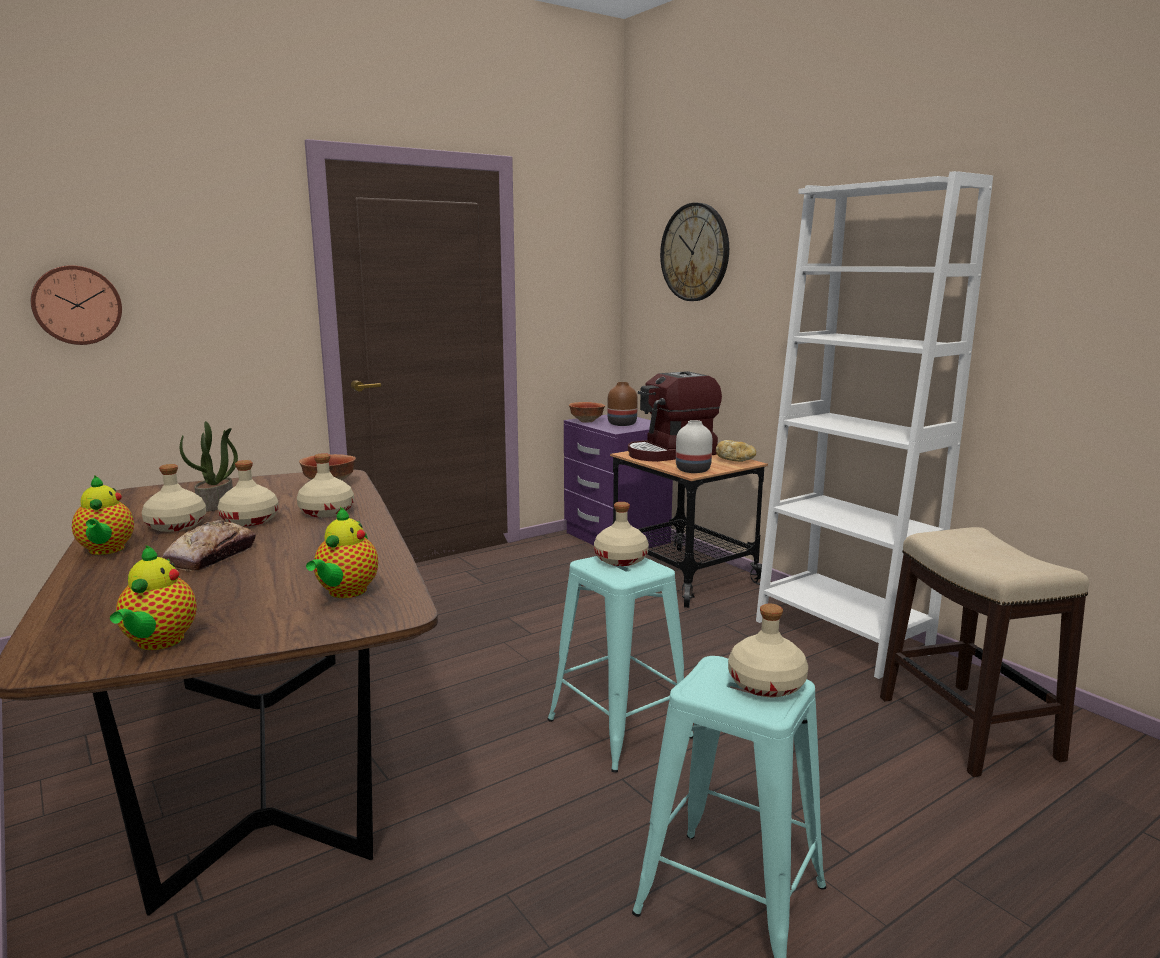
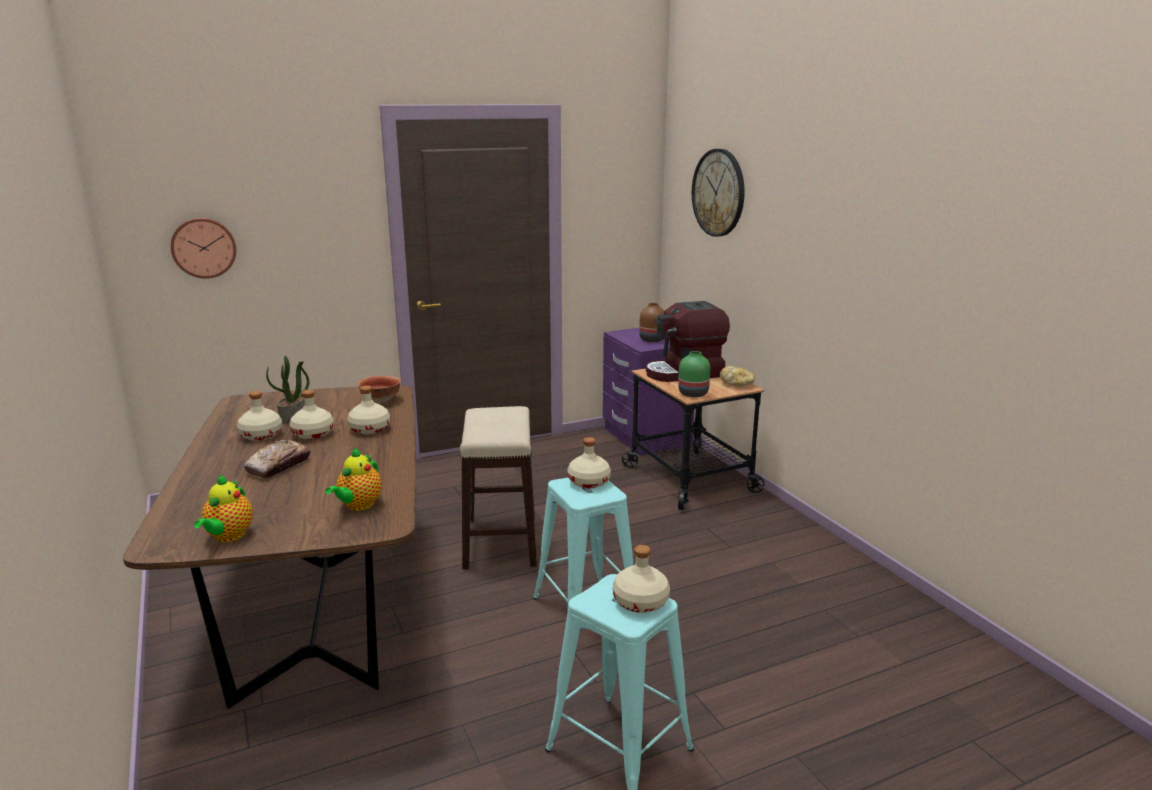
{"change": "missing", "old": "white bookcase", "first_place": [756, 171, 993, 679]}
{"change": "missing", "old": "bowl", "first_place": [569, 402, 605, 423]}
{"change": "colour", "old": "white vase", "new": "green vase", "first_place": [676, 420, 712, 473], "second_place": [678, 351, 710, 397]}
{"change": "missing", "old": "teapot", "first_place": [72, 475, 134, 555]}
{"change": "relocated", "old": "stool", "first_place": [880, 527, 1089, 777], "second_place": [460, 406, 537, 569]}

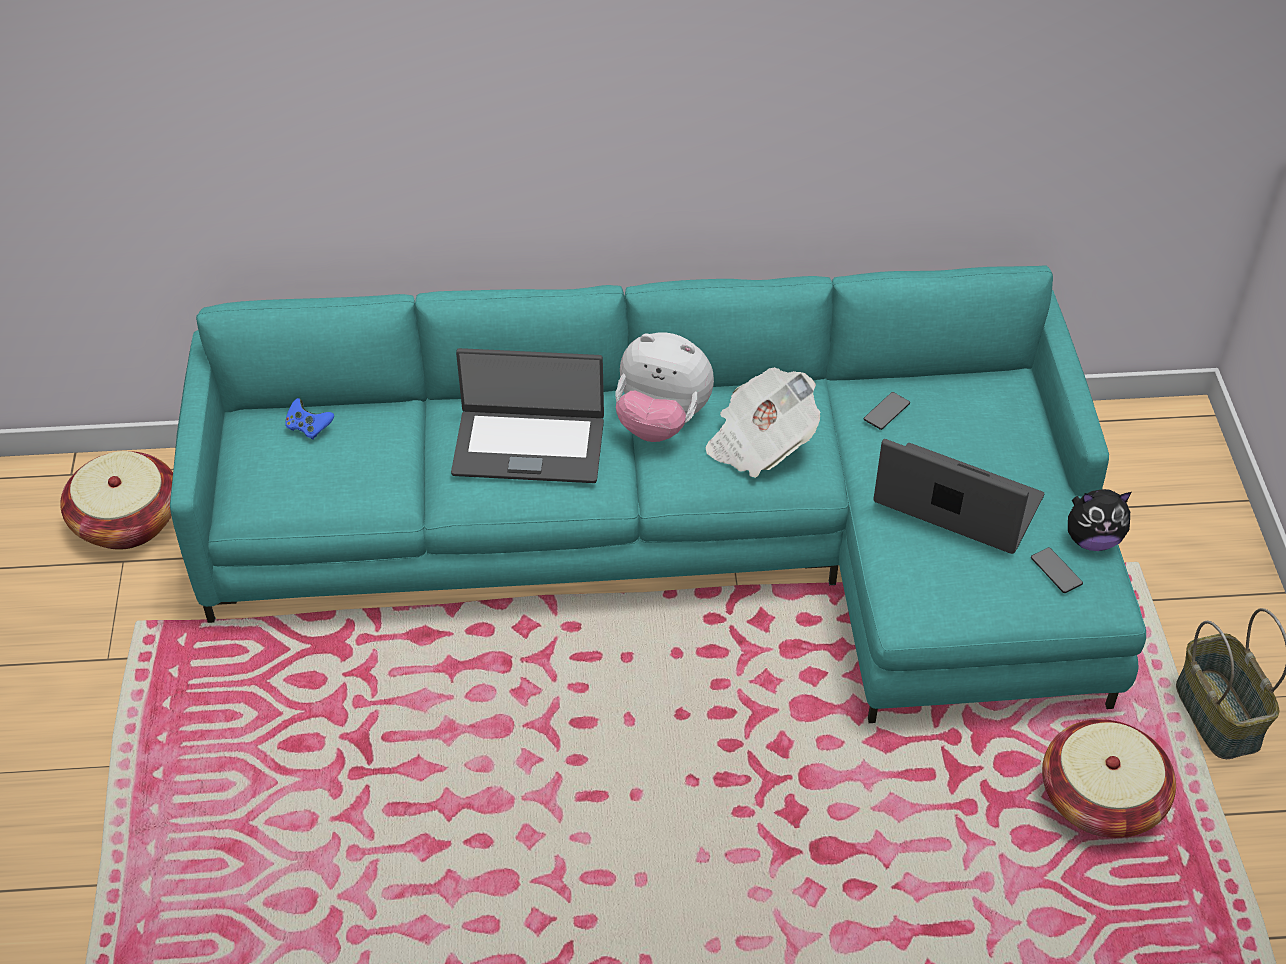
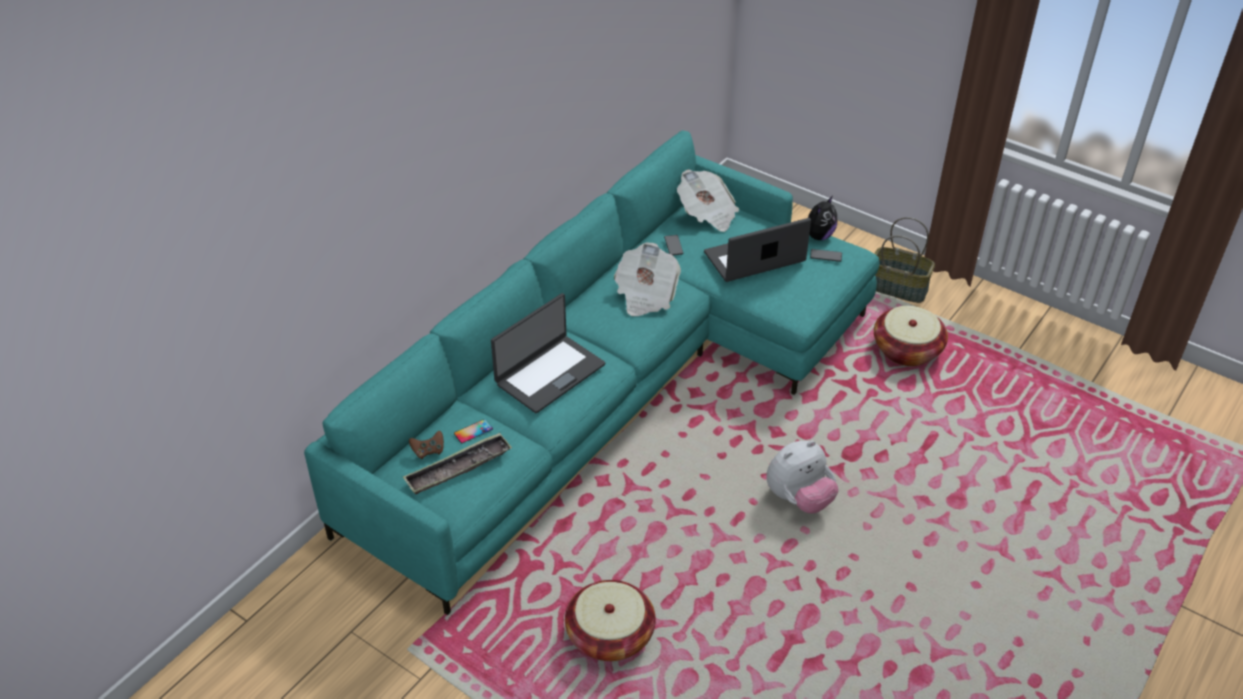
{"change": "relocated", "old": "plush toy", "first_place": [616, 333, 714, 442], "second_place": [766, 440, 839, 514]}
{"change": "colour", "old": "blue game controller", "new": "brown game controller", "first_place": [285, 398, 334, 440], "second_place": [409, 431, 444, 459]}
{"change": "relocated", "old": "basket", "first_place": [60, 451, 173, 550], "second_place": [565, 580, 656, 661]}
{"change": "appeared", "new": "newspaper", "second_place": [677, 170, 739, 232]}
{"change": "appeared", "new": "phone", "second_place": [454, 419, 493, 443]}
{"change": "appeared", "new": "tray", "second_place": [403, 432, 512, 494]}

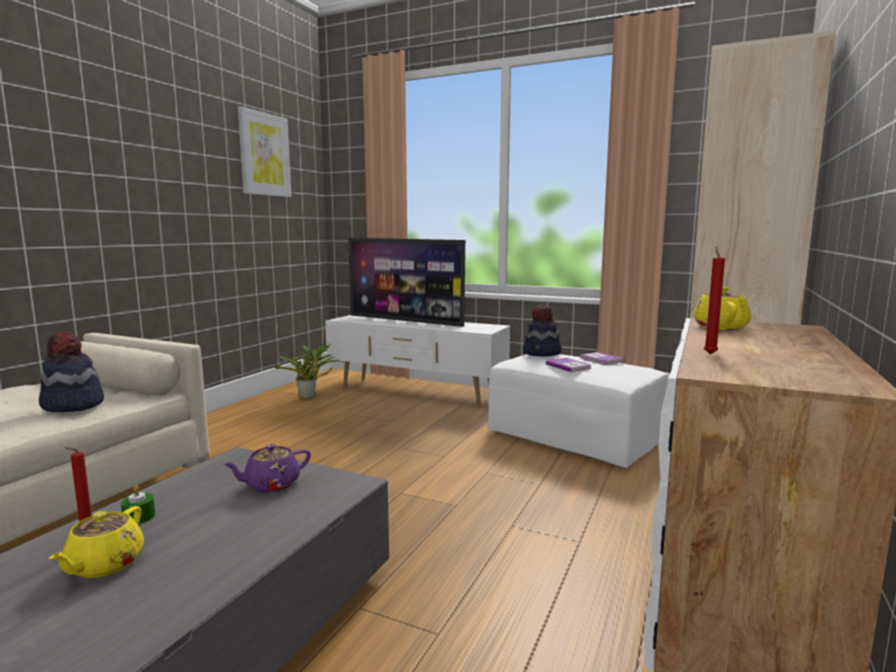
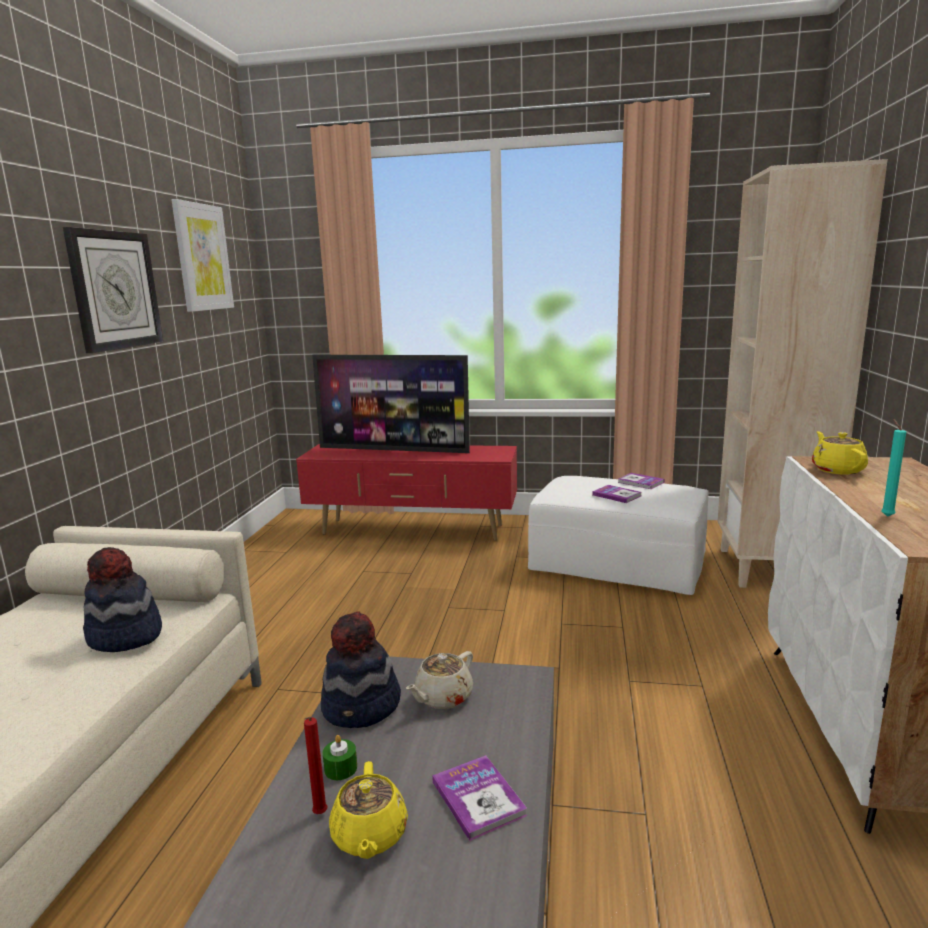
{"change": "colour", "old": "red candle", "new": "turquoise candle", "first_place": [704, 247, 725, 355], "second_place": [881, 419, 906, 517]}
{"change": "relocated", "old": "hat", "first_place": [523, 304, 562, 356], "second_place": [321, 611, 401, 728]}
{"change": "colour", "old": "white tv stand", "new": "red tv stand", "first_place": [325, 315, 510, 407], "second_place": [296, 444, 517, 541]}
{"change": "missing", "old": "potted plant", "first_place": [275, 343, 344, 399]}
{"change": "colour", "old": "purple teapot", "new": "beige teapot", "first_place": [223, 444, 311, 493], "second_place": [406, 651, 473, 709]}
{"change": "appeared", "new": "wall clock", "second_place": [63, 227, 163, 353]}
{"change": "appeared", "new": "book", "second_place": [432, 755, 527, 841]}

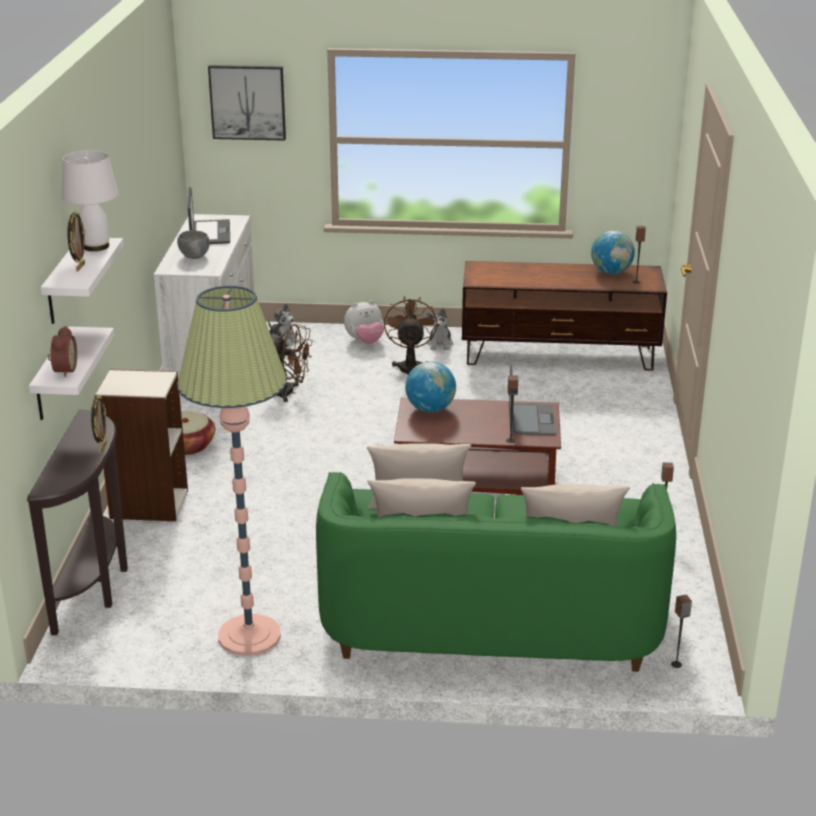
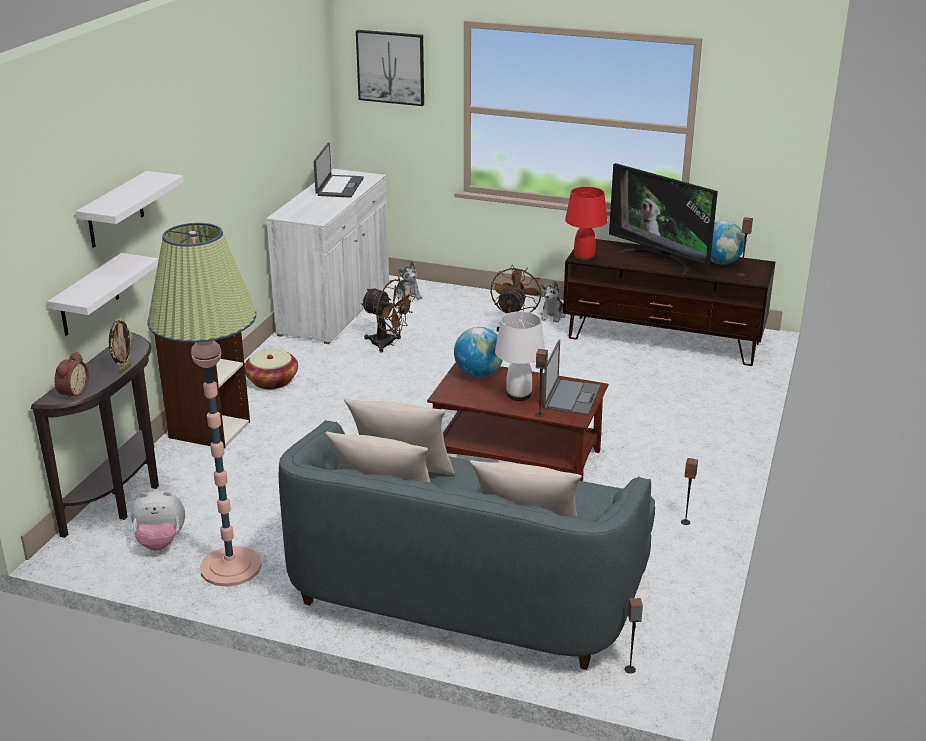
{"change": "relocated", "old": "white table lamp", "first_place": [62, 150, 118, 251], "second_place": [495, 311, 545, 401]}
{"change": "missing", "old": "picture frame", "first_place": [67, 211, 85, 272]}
{"change": "missing", "old": "grey bowl", "first_place": [177, 230, 210, 259]}
{"change": "relocated", "old": "plush toy", "first_place": [344, 300, 384, 344], "second_place": [131, 491, 185, 551]}
{"change": "relocated", "old": "alarm clock", "first_place": [48, 326, 77, 377], "second_place": [54, 352, 89, 400]}
{"change": "colour", "old": "green sofa", "new": "grey sofa", "first_place": [316, 472, 676, 672], "second_place": [279, 420, 655, 670]}
{"change": "appeared", "new": "television", "second_place": [609, 163, 718, 274]}
{"change": "appeared", "new": "red table lamp", "second_place": [565, 187, 607, 262]}

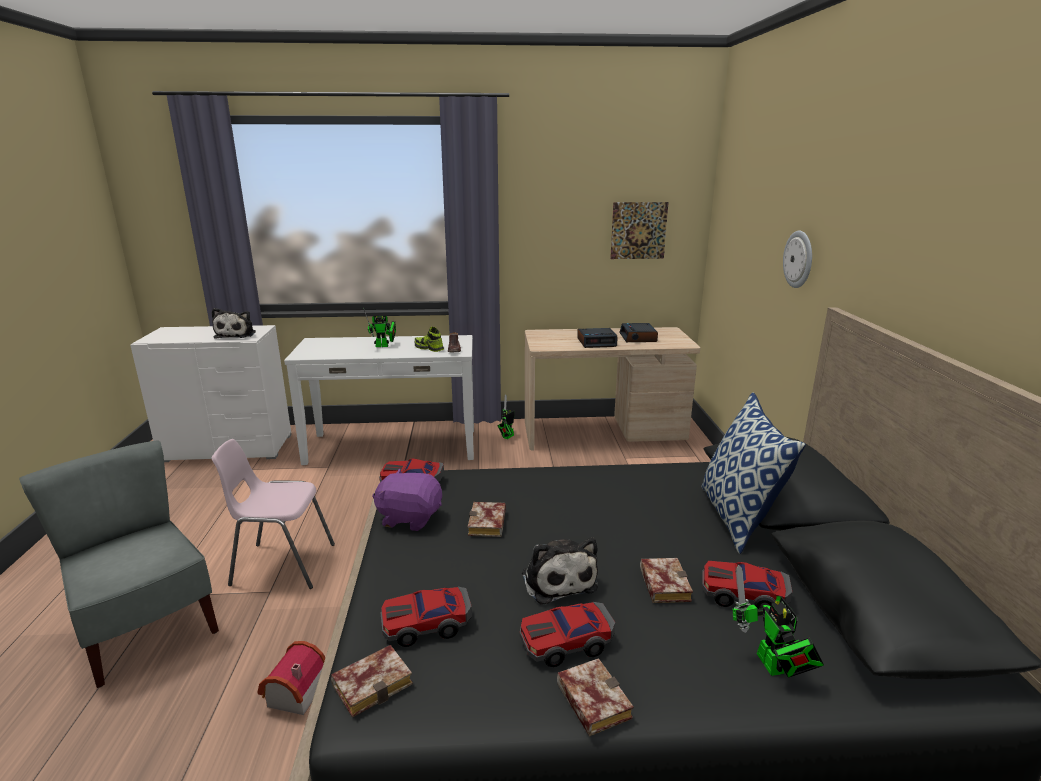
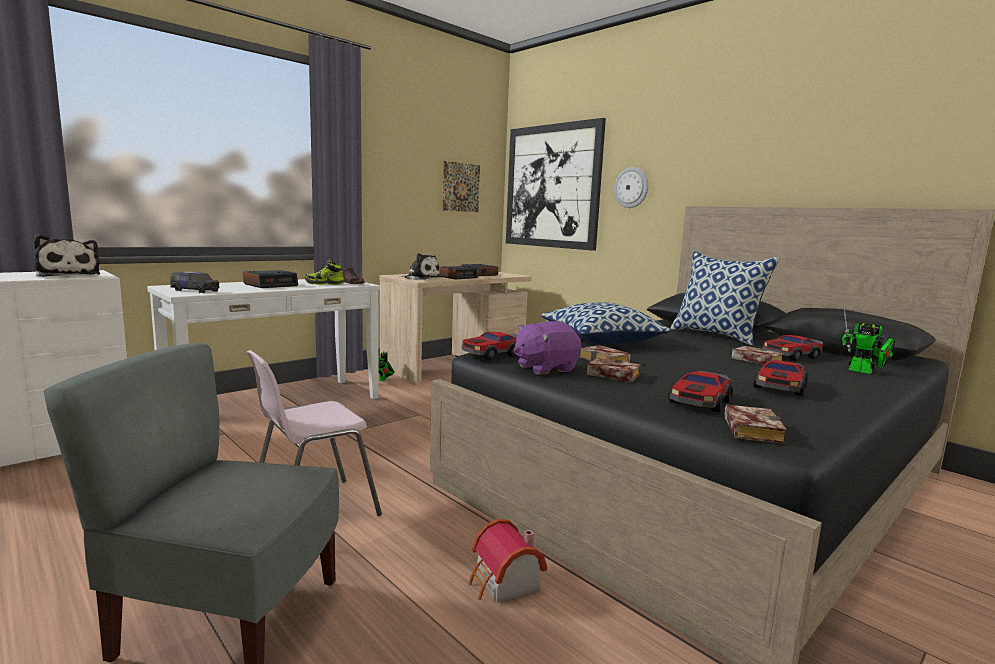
{"change": "exchanged", "old": "toy robot", "new": "alarm clock", "first_place": [363, 308, 396, 347], "second_place": [243, 270, 298, 288]}
{"change": "relocated", "old": "plush toy", "first_place": [522, 537, 598, 605], "second_place": [401, 253, 441, 280]}
{"change": "relocated", "old": "book", "first_place": [557, 658, 634, 736], "second_place": [587, 358, 641, 382]}
{"change": "appeared", "new": "picture", "second_place": [506, 118, 606, 251]}
{"change": "appeared", "new": "toy truck", "second_place": [170, 271, 219, 293]}
{"change": "appeared", "new": "pillow", "second_place": [541, 302, 671, 344]}

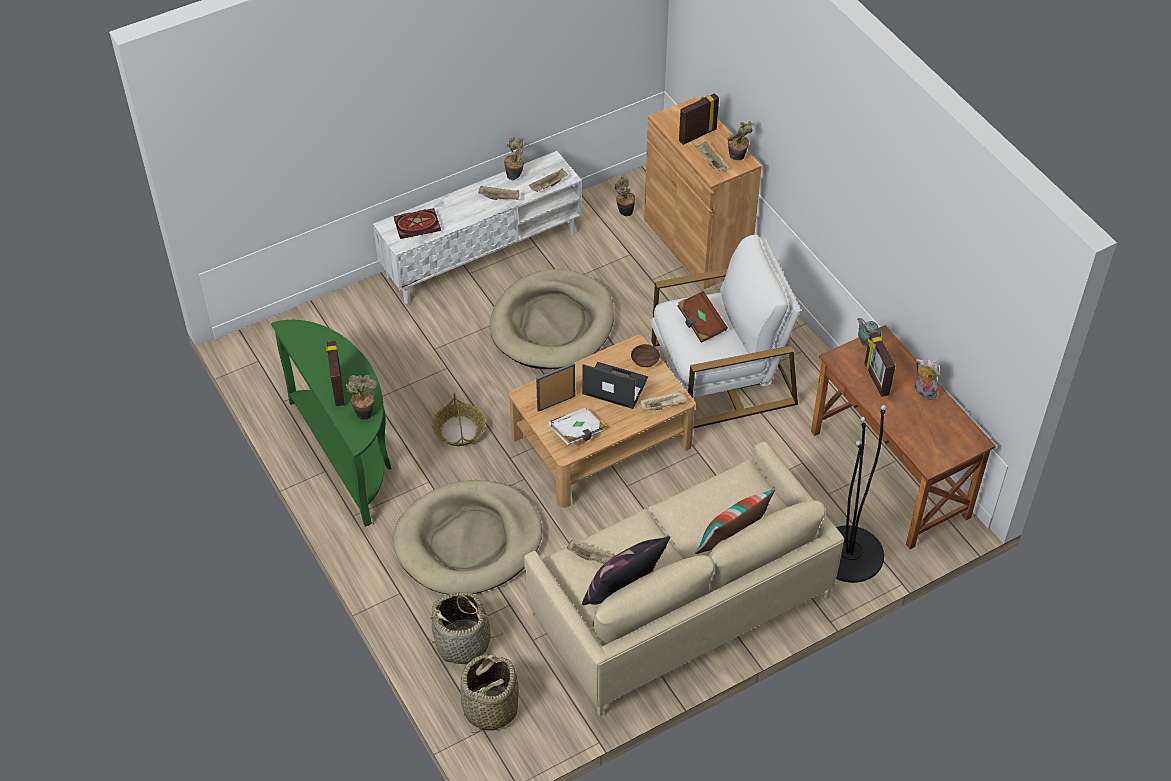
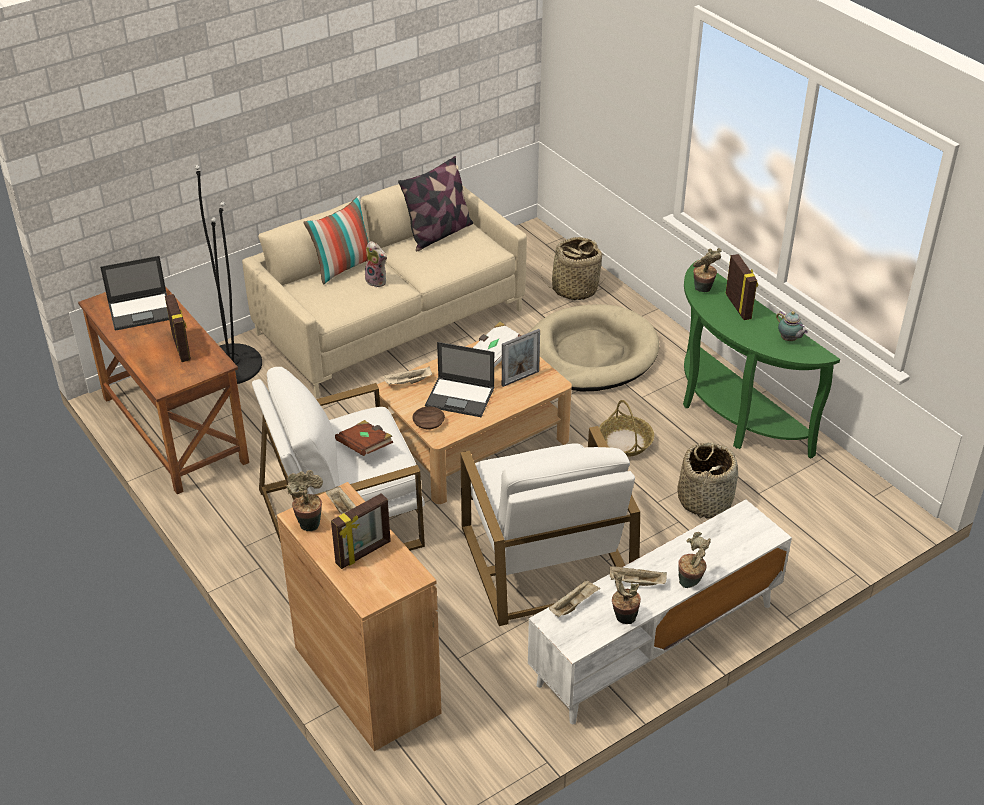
{"change": "relocated", "old": "potted plant", "first_place": [615, 177, 635, 216], "second_place": [678, 532, 711, 588]}
{"change": "missing", "old": "book", "first_place": [394, 208, 441, 239]}
{"change": "exchanged", "old": "beige dog bed", "new": "white armchair", "first_place": [490, 269, 614, 369], "second_place": [460, 426, 640, 626]}
{"change": "relocated", "old": "teapot", "first_place": [857, 318, 881, 347], "second_place": [776, 311, 808, 341]}
{"change": "relocated", "old": "plush toy", "first_place": [914, 359, 940, 400], "second_place": [365, 241, 387, 288]}
{"change": "missing", "old": "beige tray", "first_place": [567, 539, 615, 564]}
{"change": "relocated", "old": "basket", "first_place": [460, 655, 519, 733], "second_place": [677, 442, 738, 519]}
{"change": "appeared", "new": "laptop", "second_place": [100, 256, 169, 331]}

